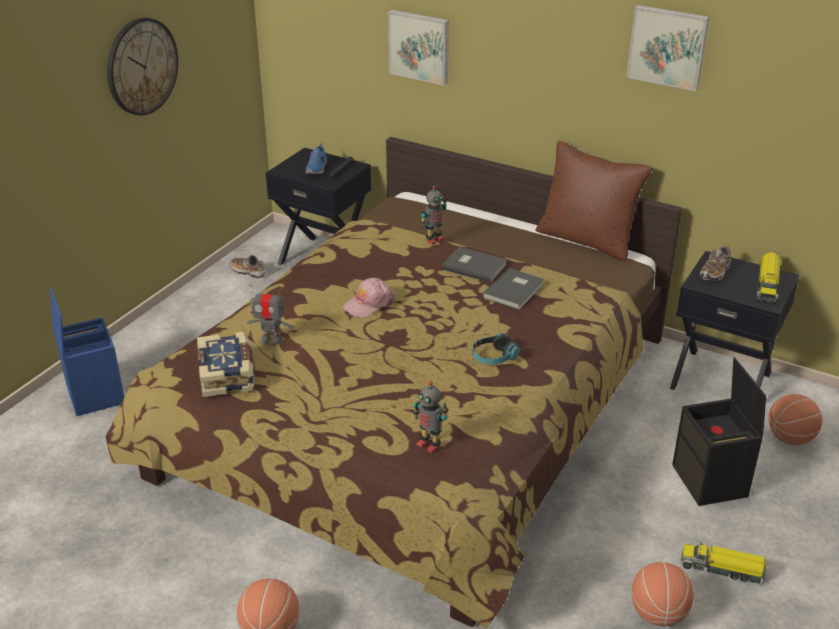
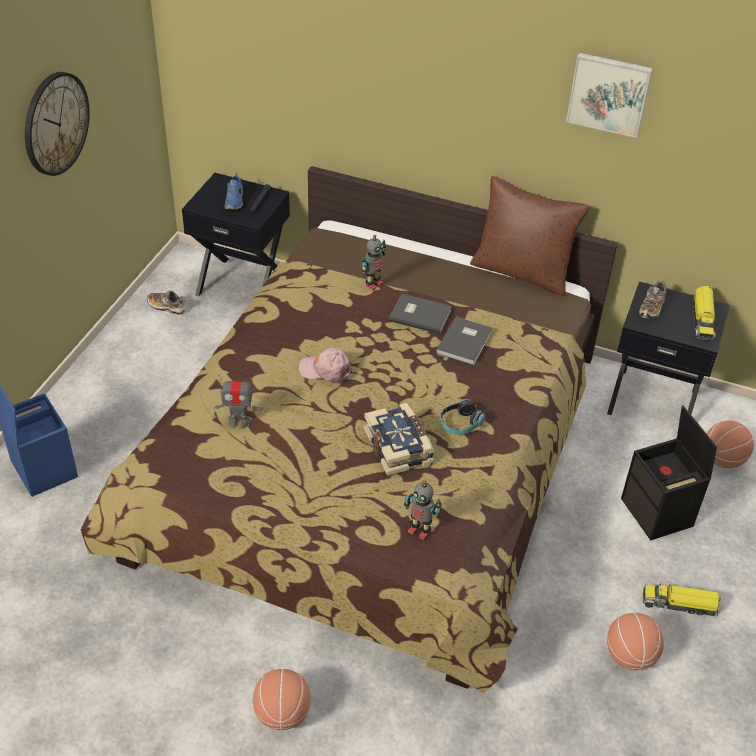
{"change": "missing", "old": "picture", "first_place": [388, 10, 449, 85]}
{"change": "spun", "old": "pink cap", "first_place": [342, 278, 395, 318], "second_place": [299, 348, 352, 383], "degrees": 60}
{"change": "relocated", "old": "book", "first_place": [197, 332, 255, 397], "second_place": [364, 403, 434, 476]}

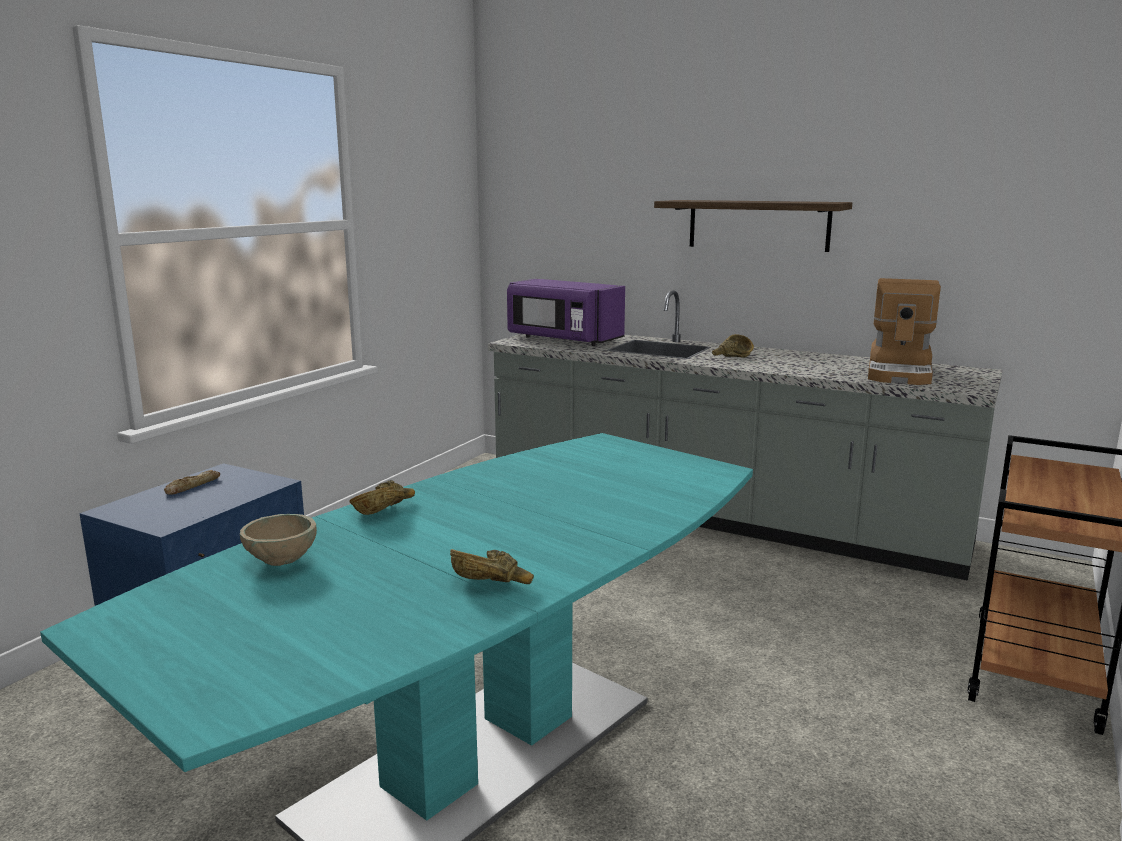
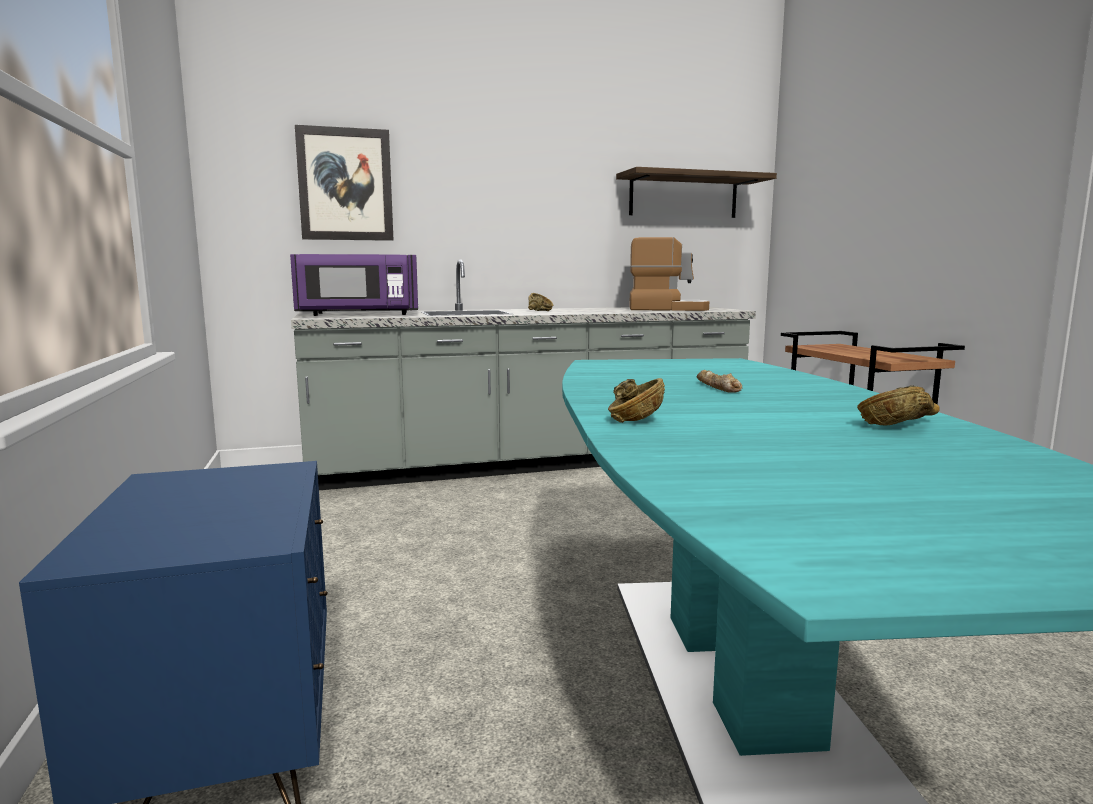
{"change": "relocated", "old": "shelf", "first_place": [654, 200, 852, 252], "second_place": [616, 167, 777, 218]}
{"change": "spun", "old": "coffee machine", "first_place": [868, 278, 941, 385], "second_place": [629, 237, 709, 311], "degrees": -60}
{"change": "relocated", "old": "bread", "first_place": [164, 470, 220, 495], "second_place": [697, 370, 742, 393]}
{"change": "missing", "old": "beige bowl", "first_place": [240, 514, 317, 566]}
{"change": "appeared", "new": "picture", "second_place": [295, 125, 393, 241]}

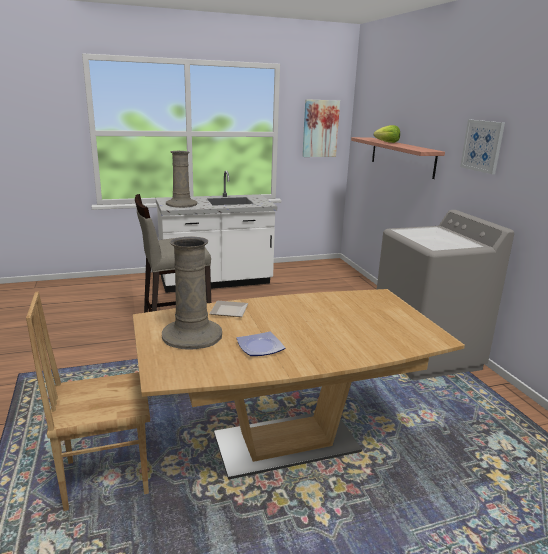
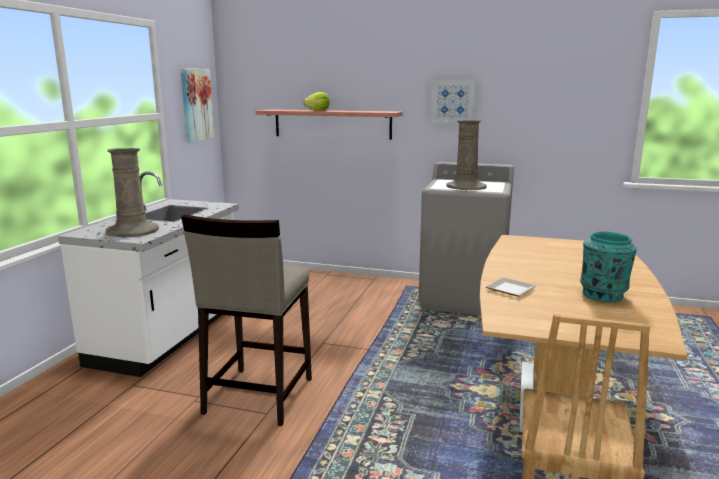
{"change": "relocated", "old": "beige vase", "first_place": [162, 236, 222, 350], "second_place": [446, 120, 487, 190]}
{"change": "exchanged", "old": "plate", "new": "turquoise vase", "first_place": [236, 331, 285, 356], "second_place": [580, 231, 637, 302]}

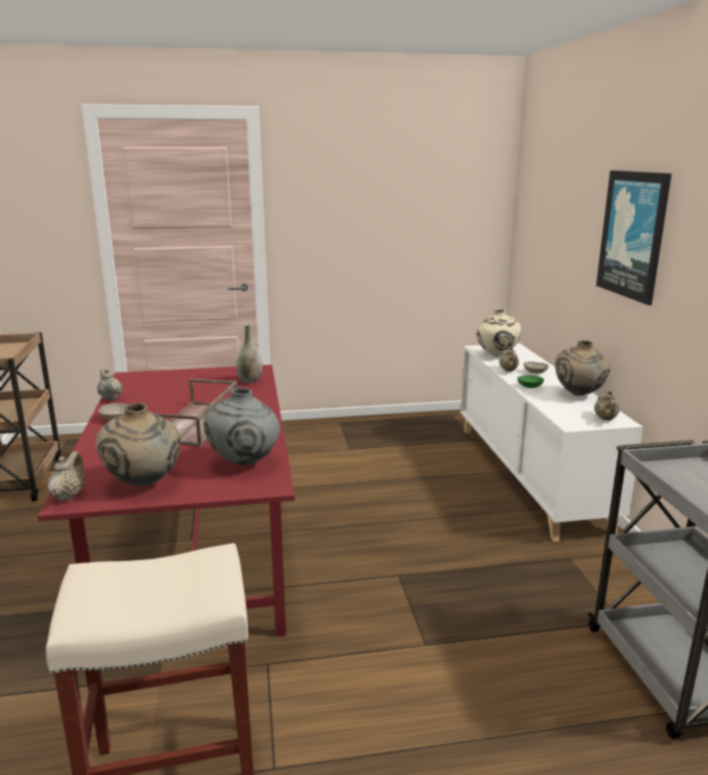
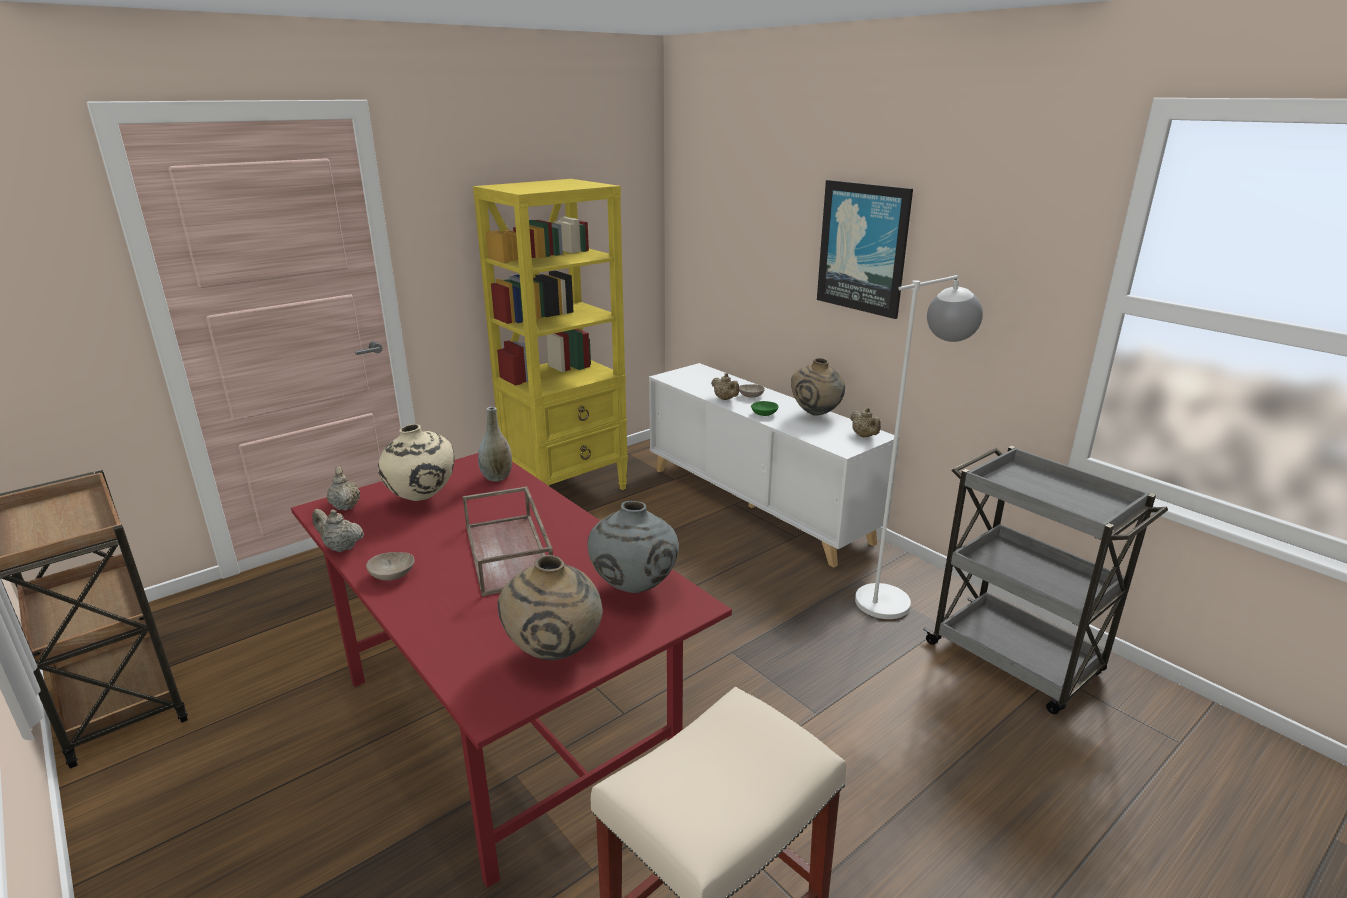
{"change": "relocated", "old": "beige vase", "first_place": [477, 310, 521, 356], "second_place": [378, 424, 454, 501]}
{"change": "relocated", "old": "beige teapot", "first_place": [47, 451, 85, 501], "second_place": [327, 466, 360, 511]}
{"change": "appeared", "new": "yellow bookcase", "second_place": [473, 179, 628, 490]}
{"change": "appeared", "new": "white floor lamp", "second_place": [855, 275, 983, 619]}

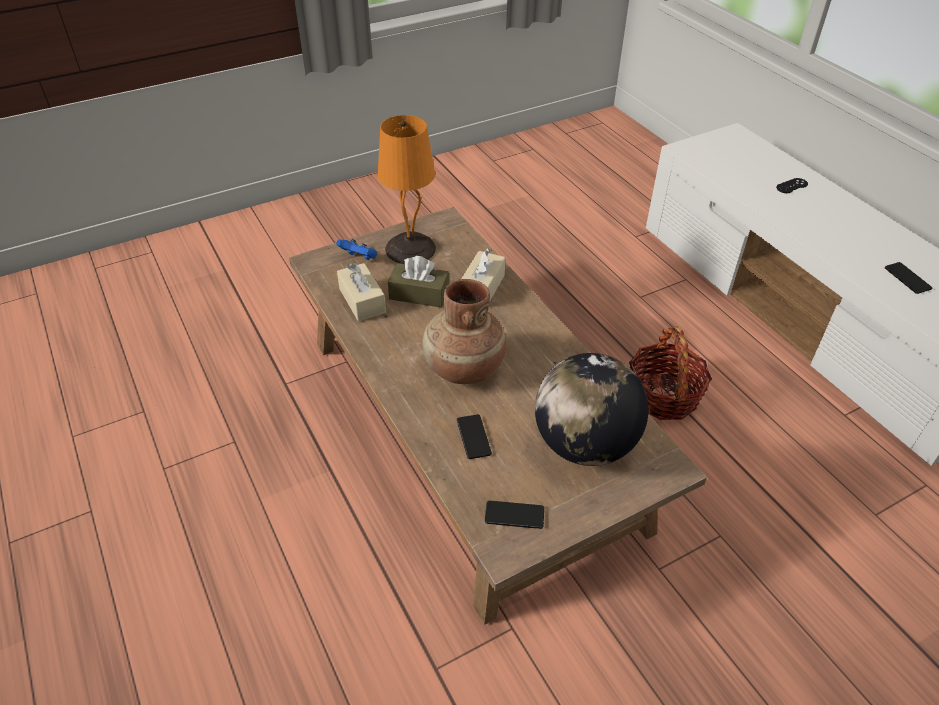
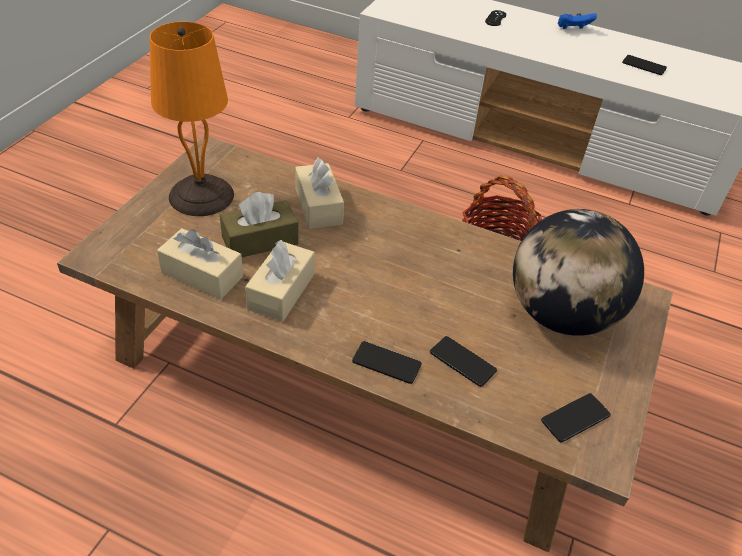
{"change": "relocated", "old": "blue game controller", "first_place": [336, 239, 377, 260], "second_place": [558, 13, 597, 29]}
{"change": "missing", "old": "brown vase", "first_place": [422, 279, 506, 384]}
{"change": "appeared", "new": "beige tissue box", "second_place": [245, 240, 315, 322]}
{"change": "appeared", "new": "phone", "second_place": [352, 341, 422, 384]}

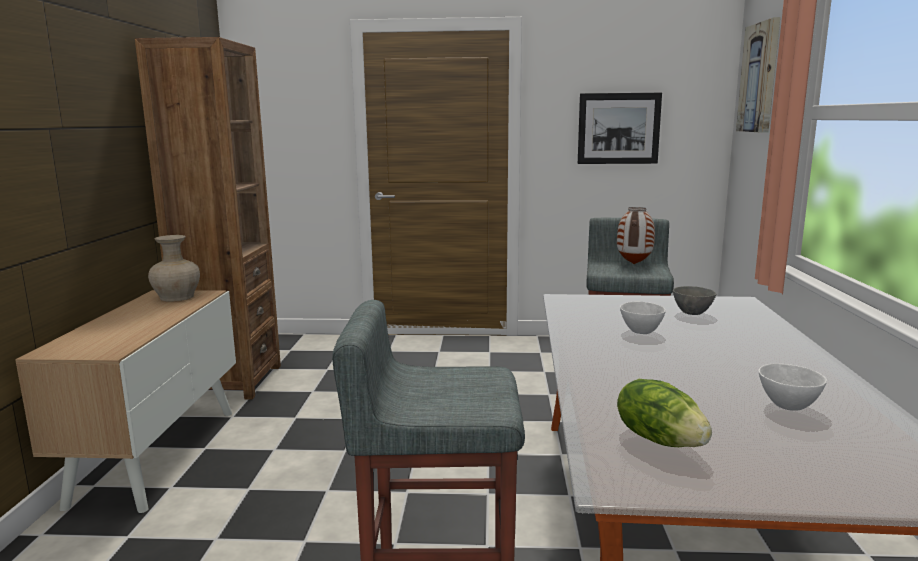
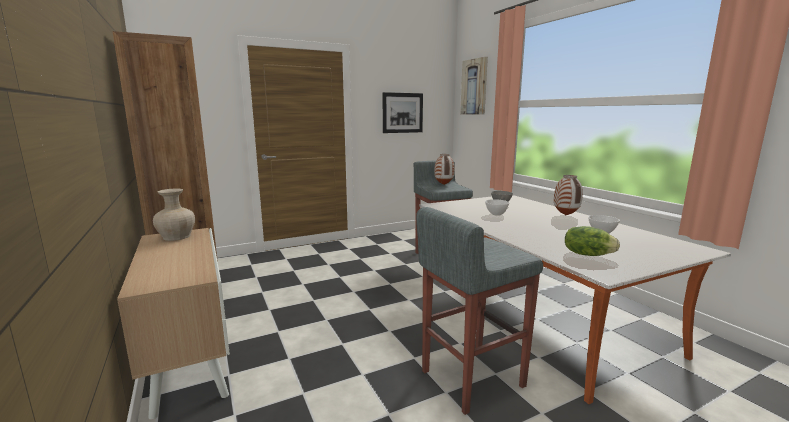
{"change": "appeared", "new": "vase", "second_place": [554, 175, 583, 215]}

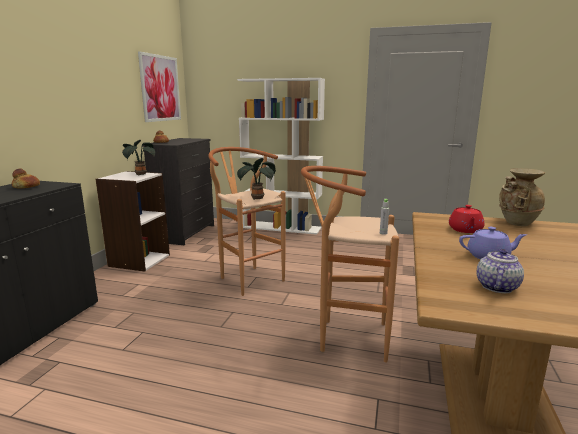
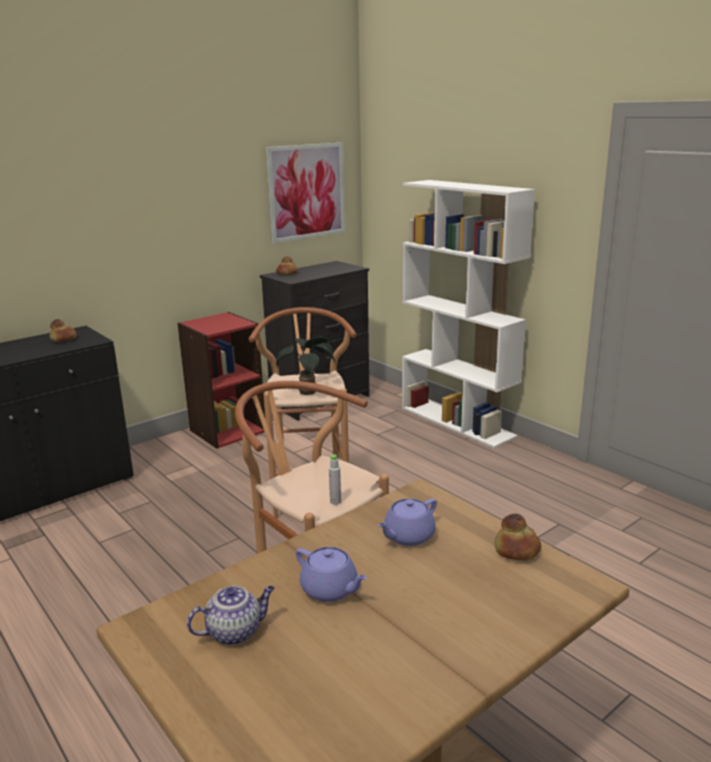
{"change": "missing", "old": "potted plant", "first_place": [122, 140, 155, 175]}
{"change": "exchanged", "old": "beige vase", "new": "bread", "first_place": [499, 168, 545, 226], "second_place": [495, 513, 541, 560]}
{"change": "colour", "old": "white bookcase", "new": "red bookcase", "first_place": [96, 171, 170, 272], "second_place": [177, 312, 265, 449]}
{"change": "colour", "old": "red teapot", "new": "purple teapot", "first_place": [449, 205, 484, 233], "second_place": [377, 499, 437, 546]}

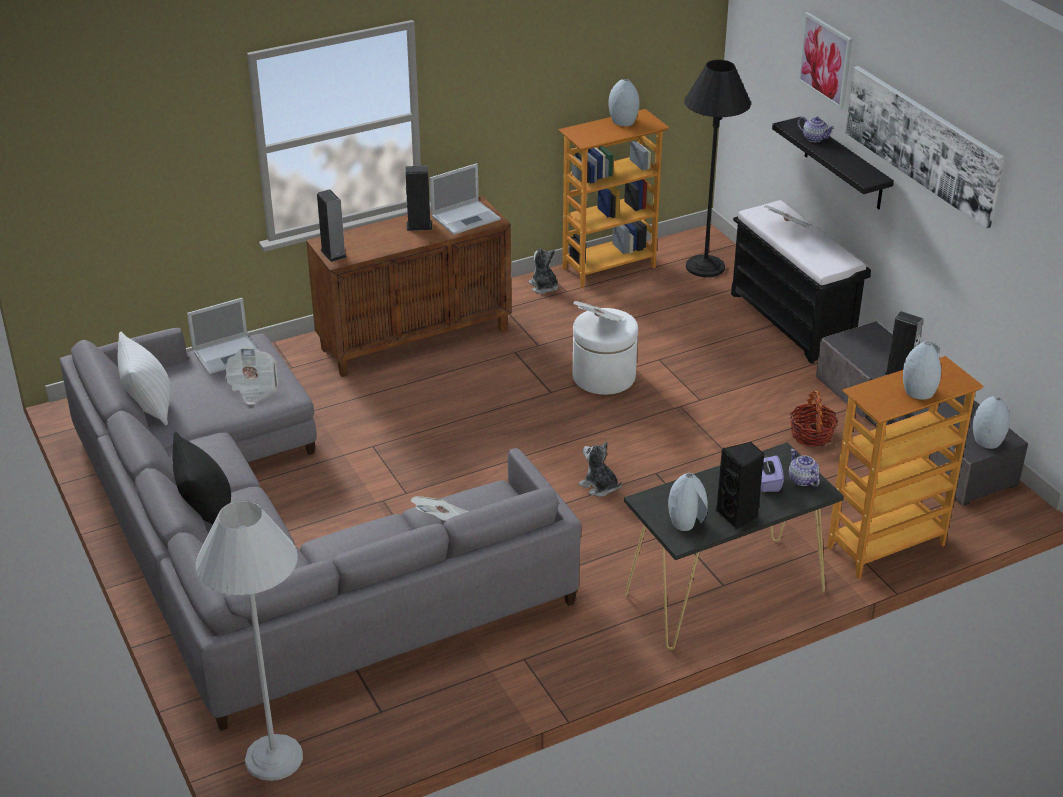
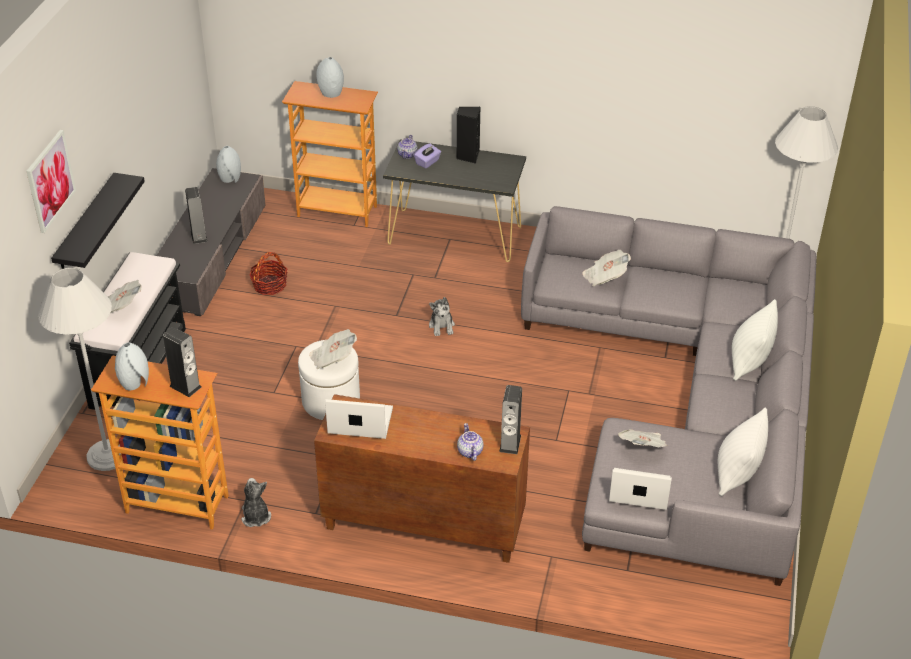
{"change": "colour", "old": "black floor lamp", "new": "white floor lamp", "first_place": [684, 60, 751, 277], "second_place": [38, 268, 121, 471]}
{"change": "missing", "old": "picture", "first_place": [845, 66, 1005, 229]}
{"change": "relocated", "old": "teapot", "first_place": [797, 117, 835, 142], "second_place": [457, 423, 483, 461]}
{"change": "relocated", "old": "speaker", "first_place": [405, 165, 432, 231], "second_place": [163, 327, 201, 397]}
{"change": "spun", "old": "plush toy", "first_place": [529, 248, 558, 294], "second_place": [241, 478, 271, 527], "degrees": 150}
{"change": "colour", "old": "black pillow", "new": "white pillow", "first_place": [173, 432, 231, 524], "second_place": [732, 299, 778, 381]}
{"change": "missing", "old": "grey vase", "first_place": [668, 473, 708, 531]}

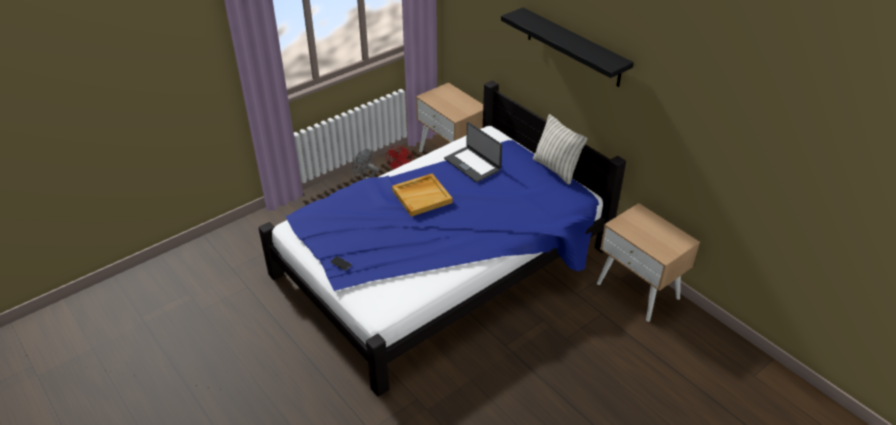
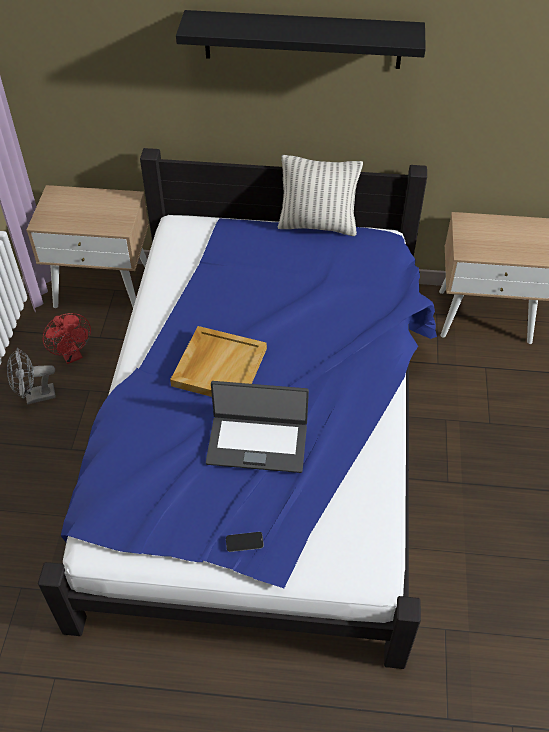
{"change": "relocated", "old": "laptop", "first_place": [444, 122, 502, 183], "second_place": [206, 381, 309, 473]}

